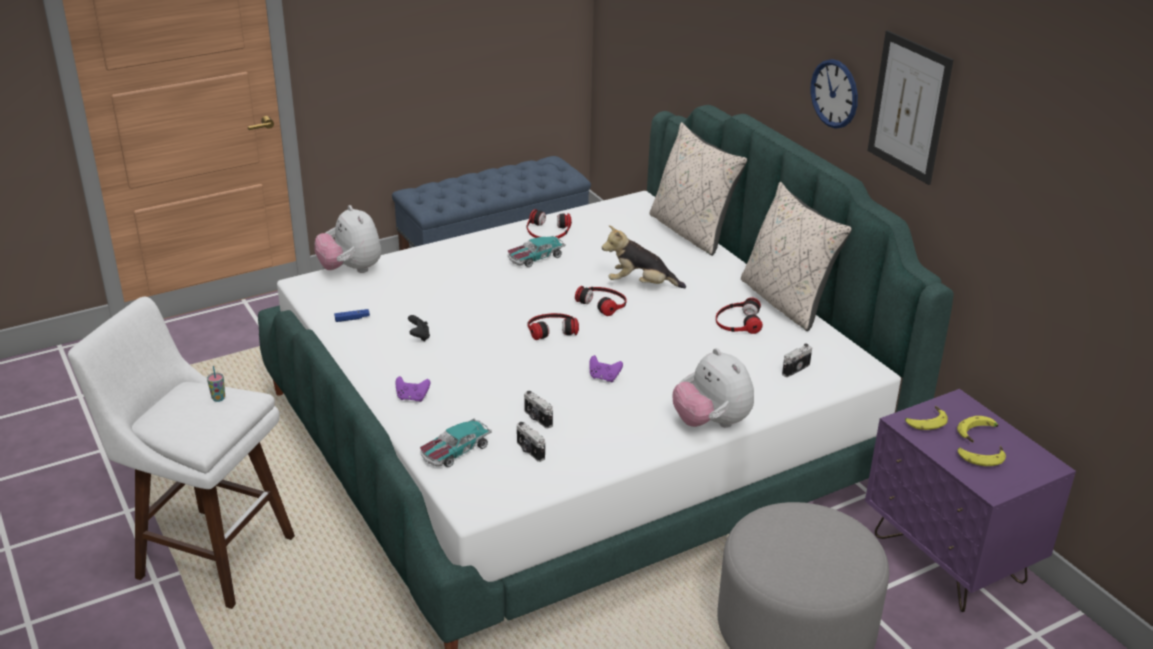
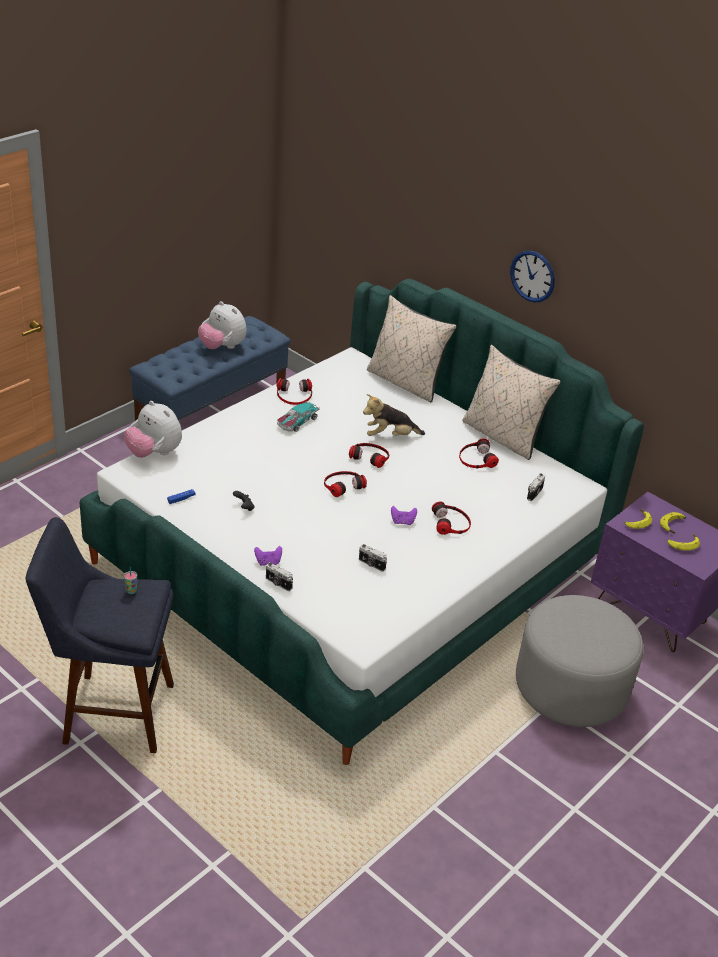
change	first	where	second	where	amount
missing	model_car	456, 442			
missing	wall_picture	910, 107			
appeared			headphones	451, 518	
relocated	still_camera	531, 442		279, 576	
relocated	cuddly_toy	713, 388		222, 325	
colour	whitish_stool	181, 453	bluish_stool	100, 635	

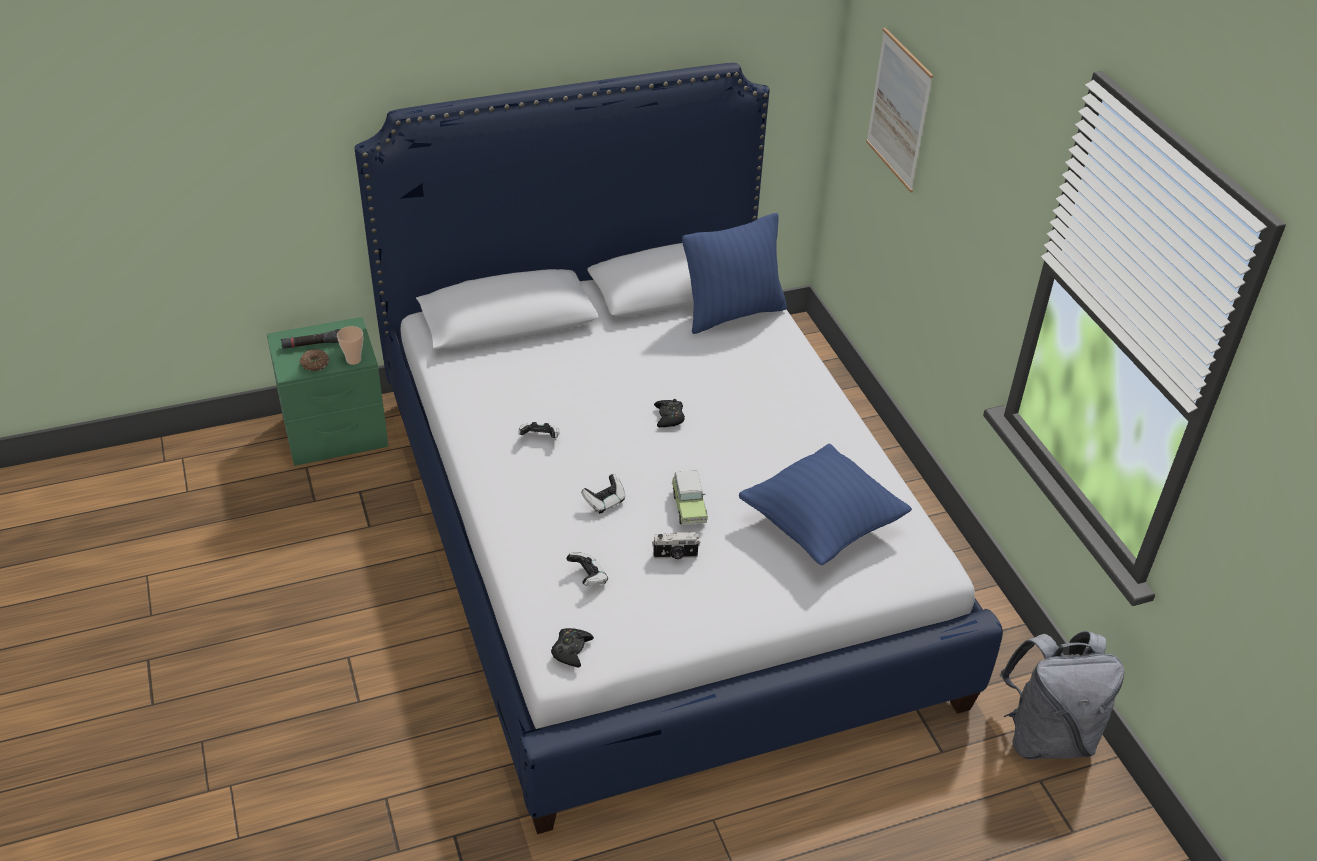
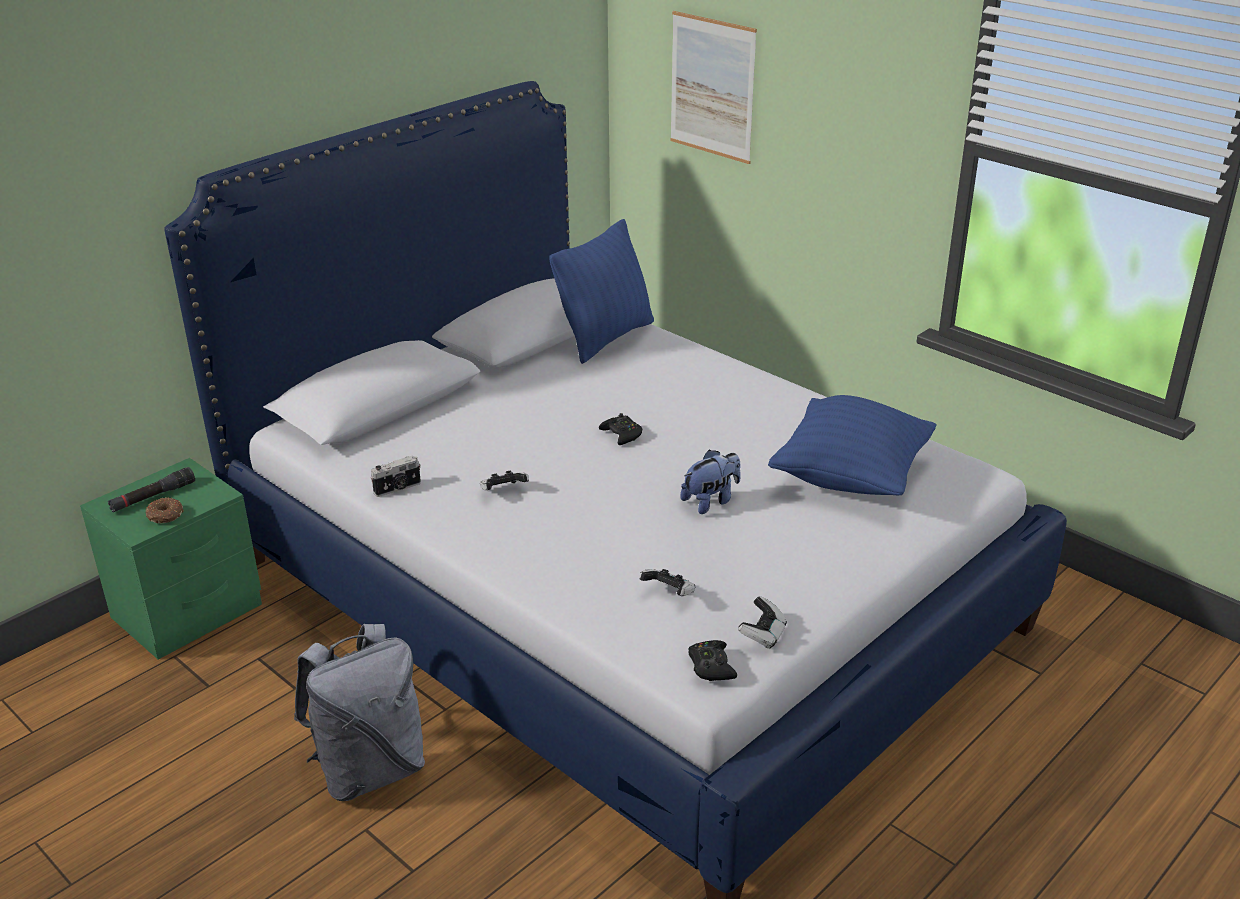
change	first	where	second	where	amount
missing	cup	350, 345			
relocated	gamepad	603, 494		762, 622	
relocated	still_camera	676, 545		395, 476	
relocated	greyish_backpack	1062, 695		359, 712	
exchanged	model_car	690, 498	cuddly_toy	710, 482	

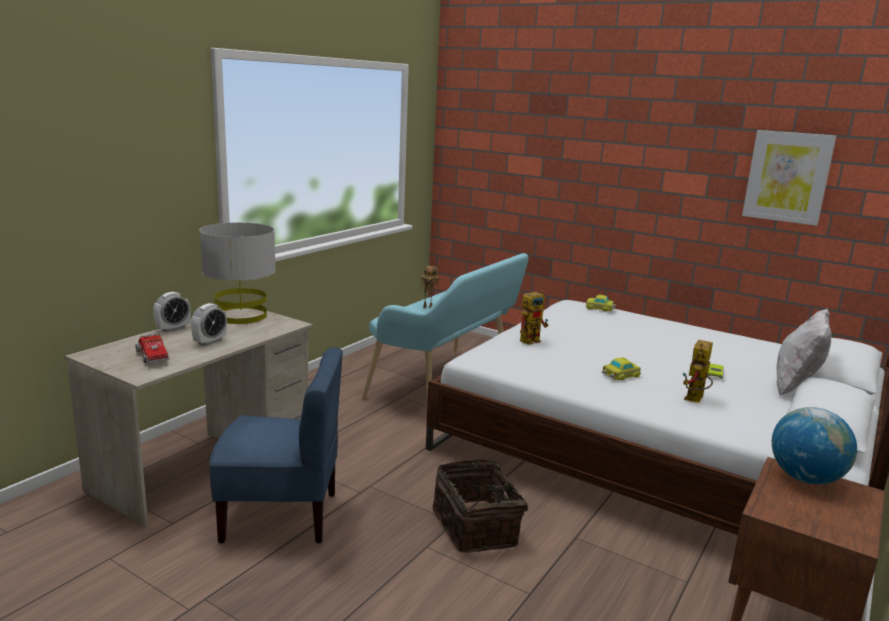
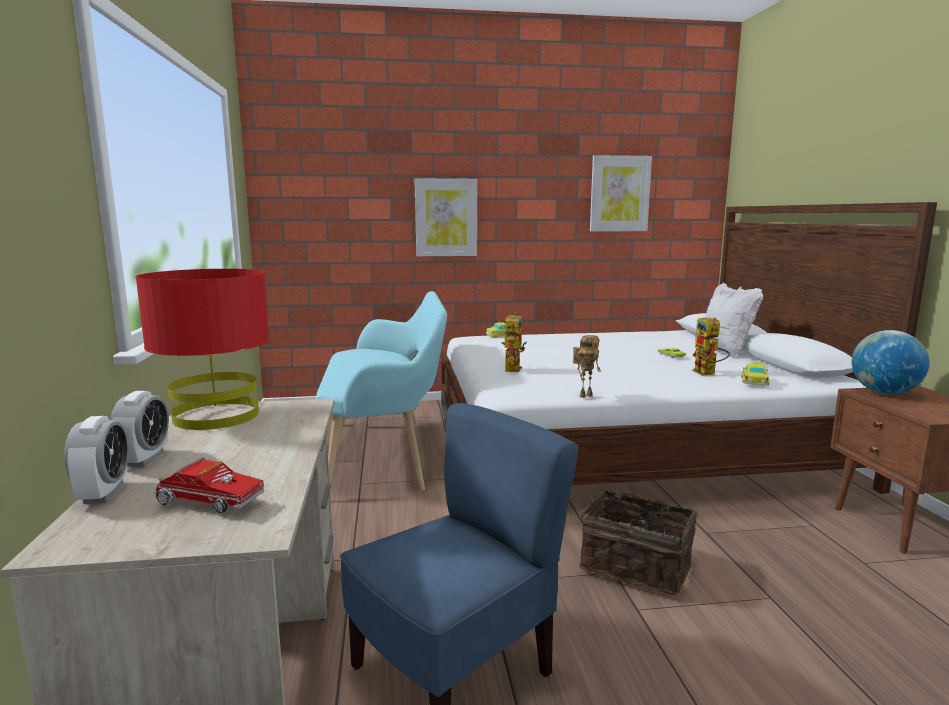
change	first	where	second	where	amount
appeared			wall_picture	446, 217	
relocated	bedside_clock	209, 324		96, 460	
relocated	toy_robot	429, 287		587, 366	
relocated	model_car	621, 369		755, 374	
colour	greyish_lamp_for_a_table	238, 273	reddish_lamp_for_a_table	202, 349	

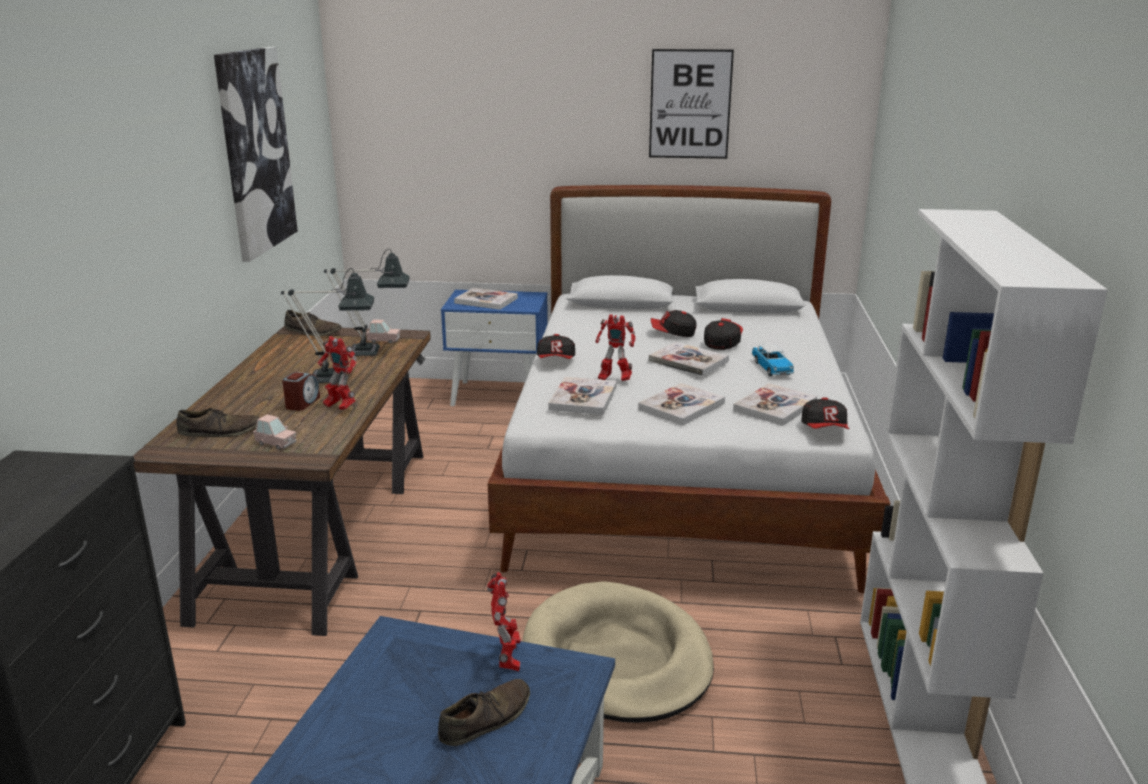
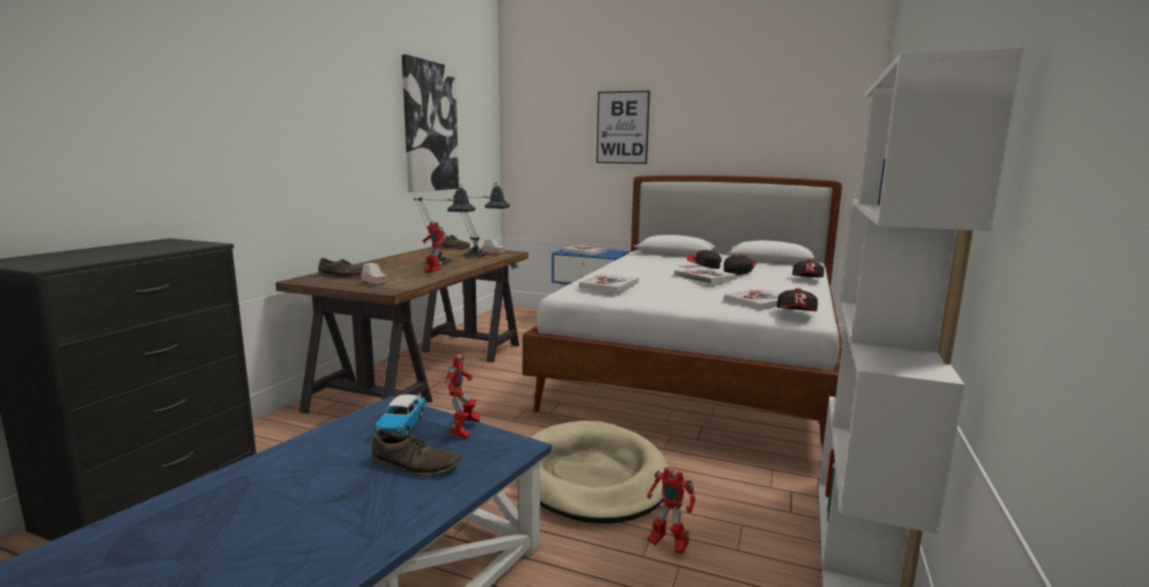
change	first	where	second	where	amount
missing	bedside_clock	301, 391			
missing	volume	681, 404			
relocated	peaked_cap	556, 346		808, 268	
relocated	toy_robot	615, 347		671, 510	
relocated	wall_picture	691, 104		623, 127	
relocated	model_car	773, 360		400, 415	
spun	brown_item_of_footwear	484, 712		416, 453	45 degrees clockwise

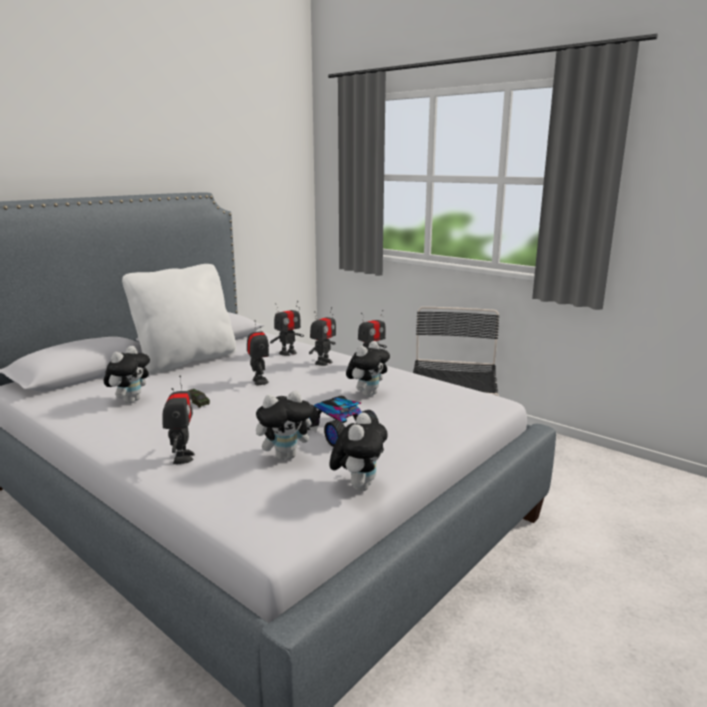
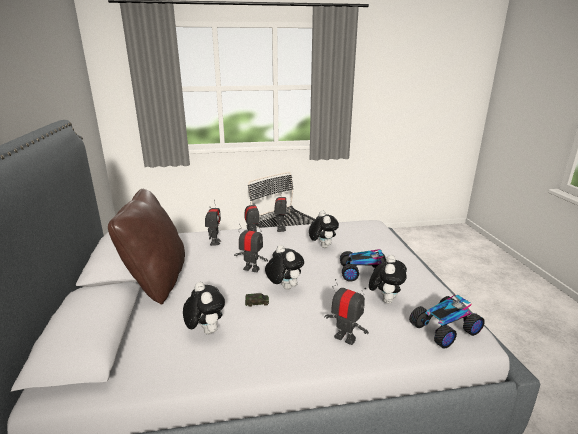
change	first	where	second	where	amount
appeared			model_car	447, 321	
relocated	cuddly_toy	358, 452		284, 267	
colour	whitish_cushion	179, 319	brown_cushion	146, 247	

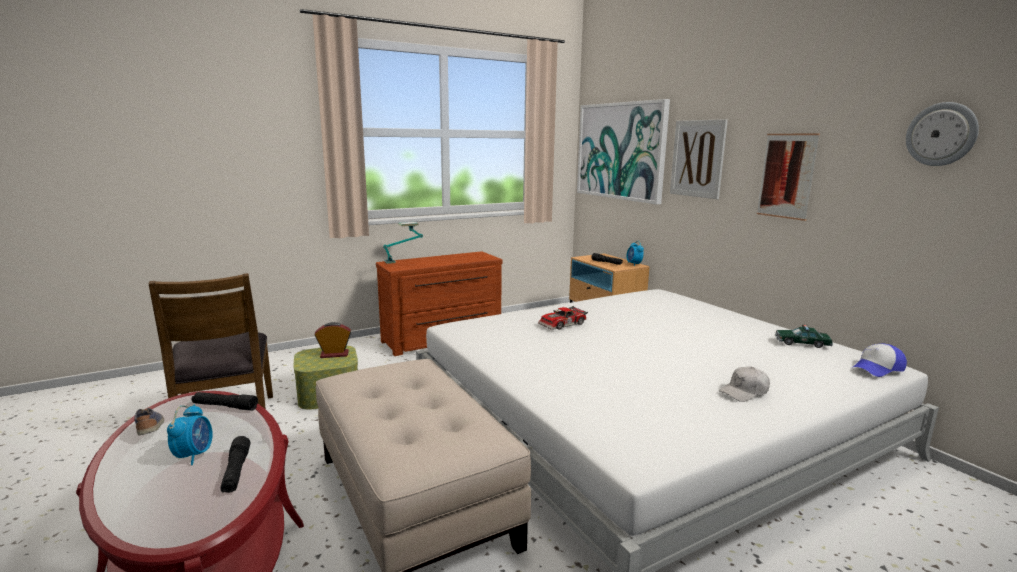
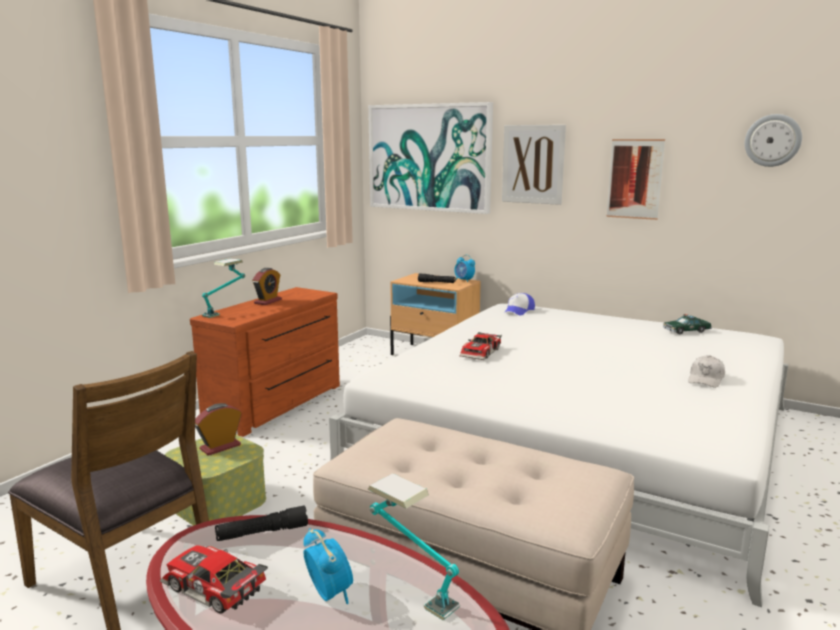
change	first	where	second	where	amount
appeared			bedside_clock	267, 286	
relocated	peaked_cap	879, 360		519, 304	
exchanged	item_of_footwear	149, 422	model_car	214, 579	
exchanged	black_torch	235, 464	lamp_for_a_table	414, 546	

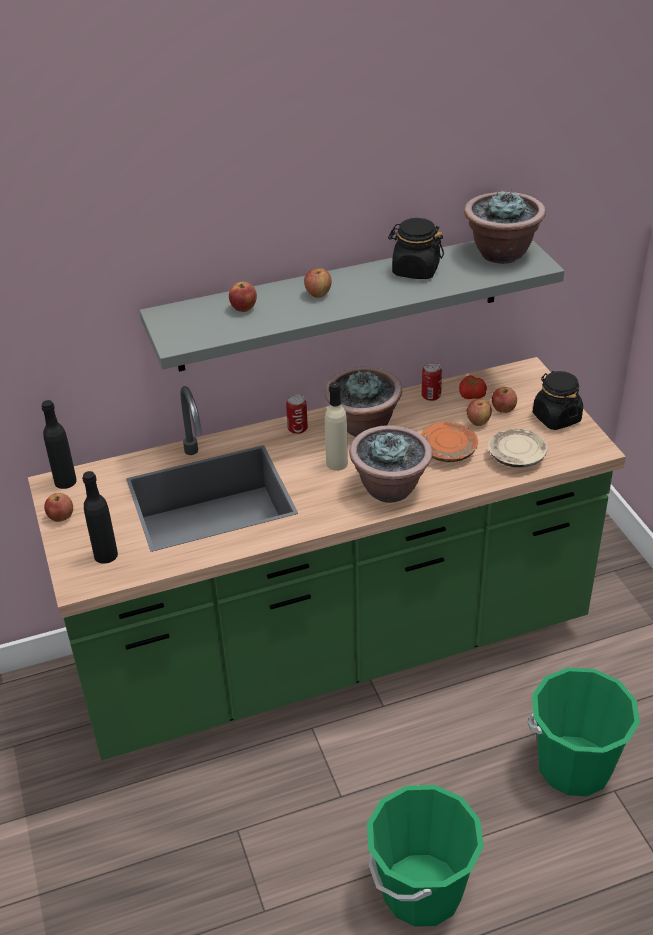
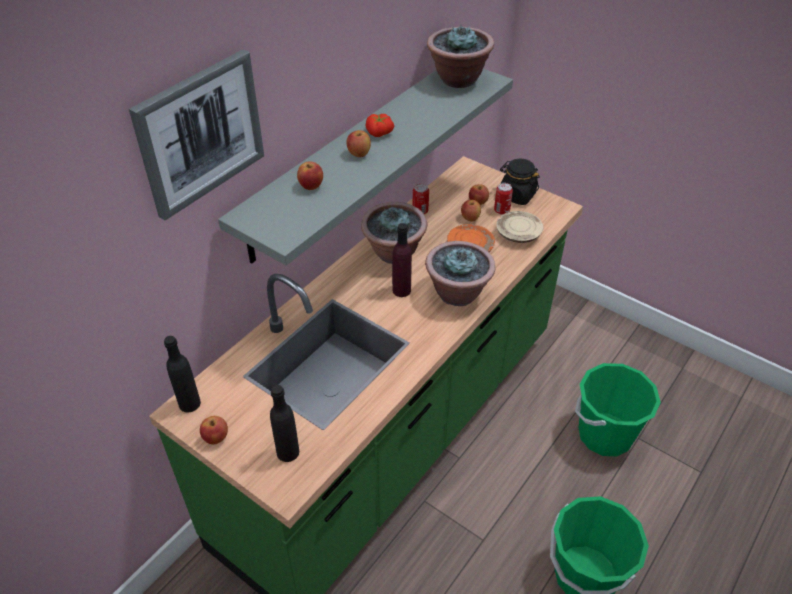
change	first	where	second	where	amount
missing	black_preserve_jar	416, 248			
appeared			wall_picture	196, 134	
relocated	metal_can	297, 414		503, 199	
relocated	fresh_tomato	473, 387		380, 125	
colour	beige-coloured_bottle	336, 426	purple_bottle	402, 260	

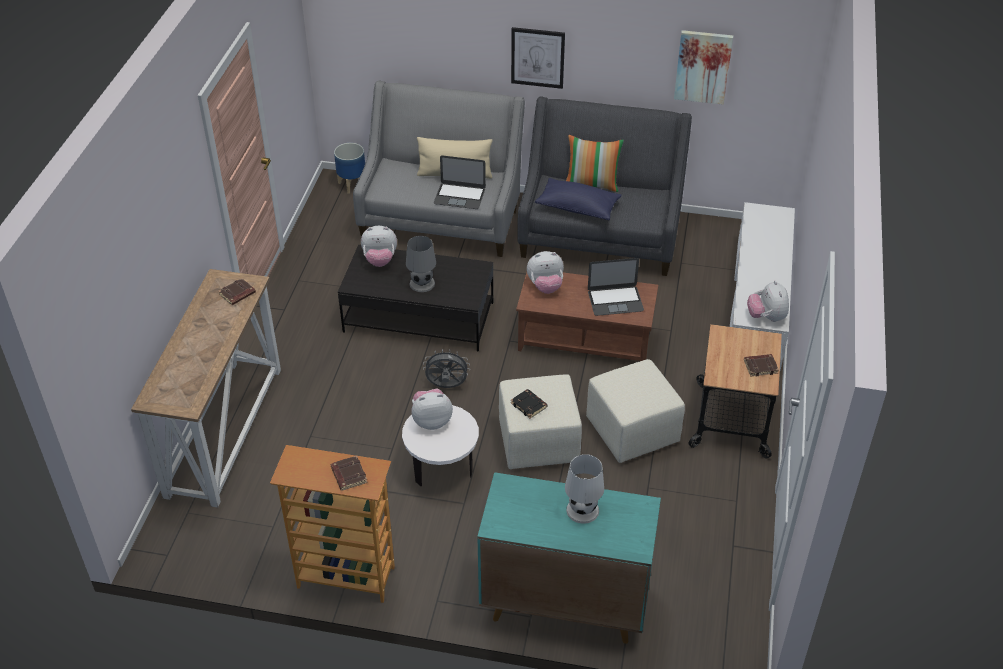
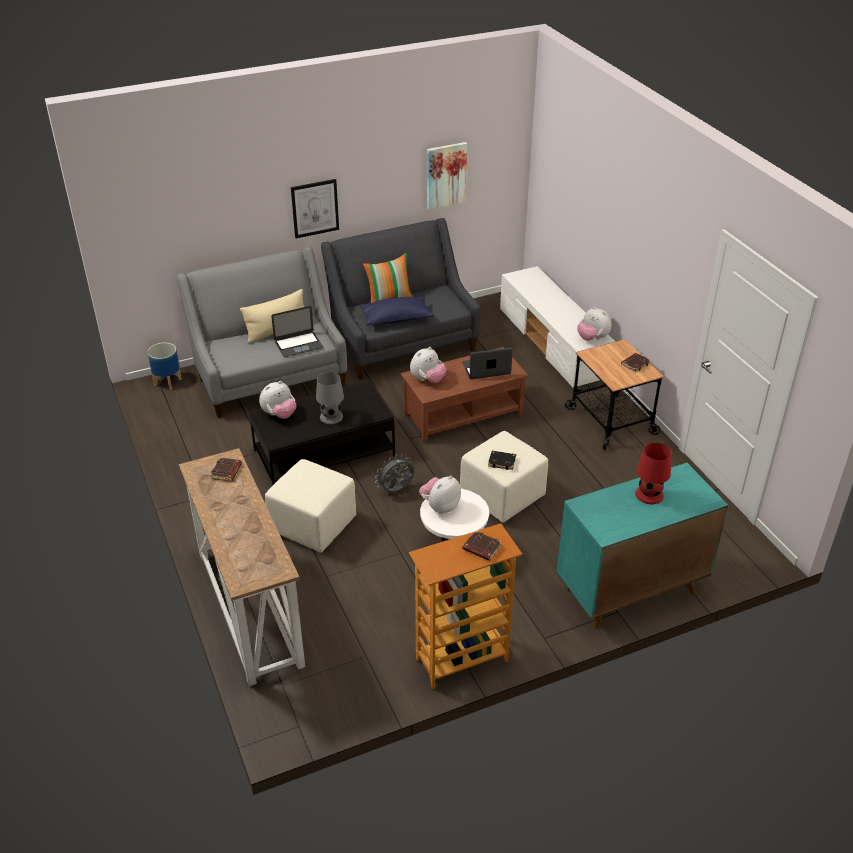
change	first	where	second	where	amount
relocated	beige-coloured_ottoman	635, 411		310, 506	
colour	whitish_lamp_for_a_table	584, 489	reddish_lamp_for_a_table	653, 473	
spun	portable_computer	616, 287		487, 363	150 degrees counterclockwise

